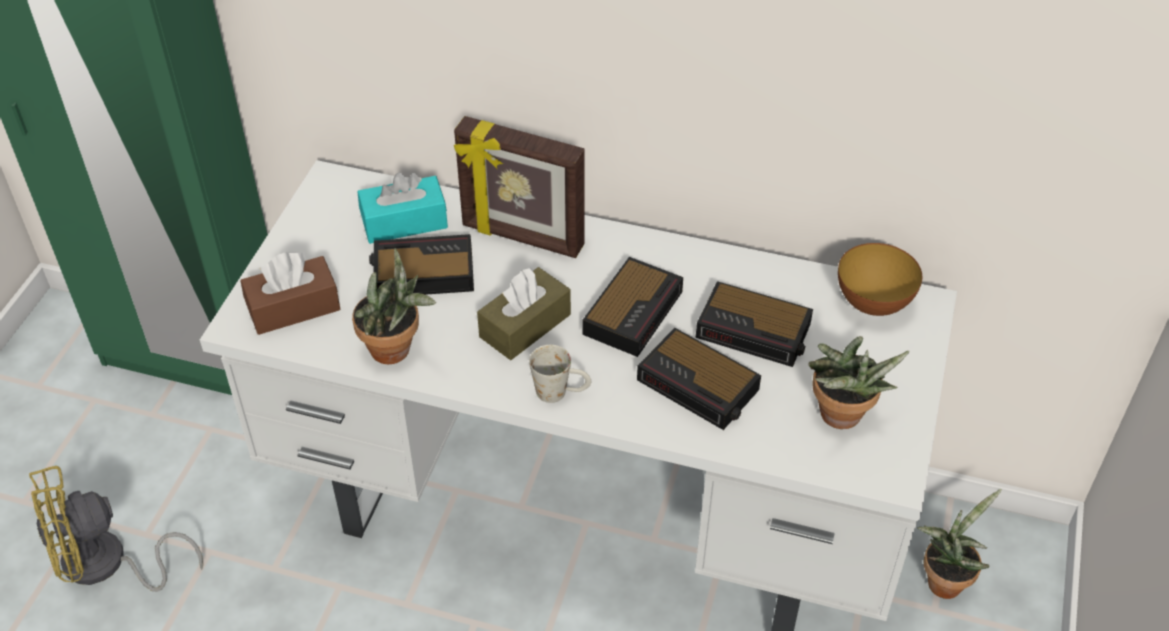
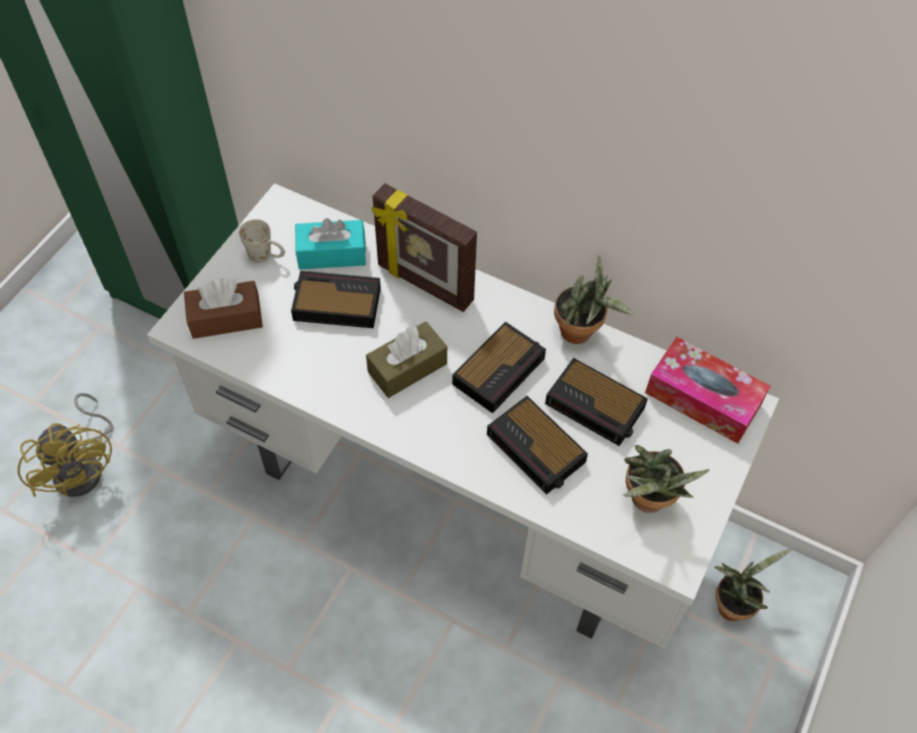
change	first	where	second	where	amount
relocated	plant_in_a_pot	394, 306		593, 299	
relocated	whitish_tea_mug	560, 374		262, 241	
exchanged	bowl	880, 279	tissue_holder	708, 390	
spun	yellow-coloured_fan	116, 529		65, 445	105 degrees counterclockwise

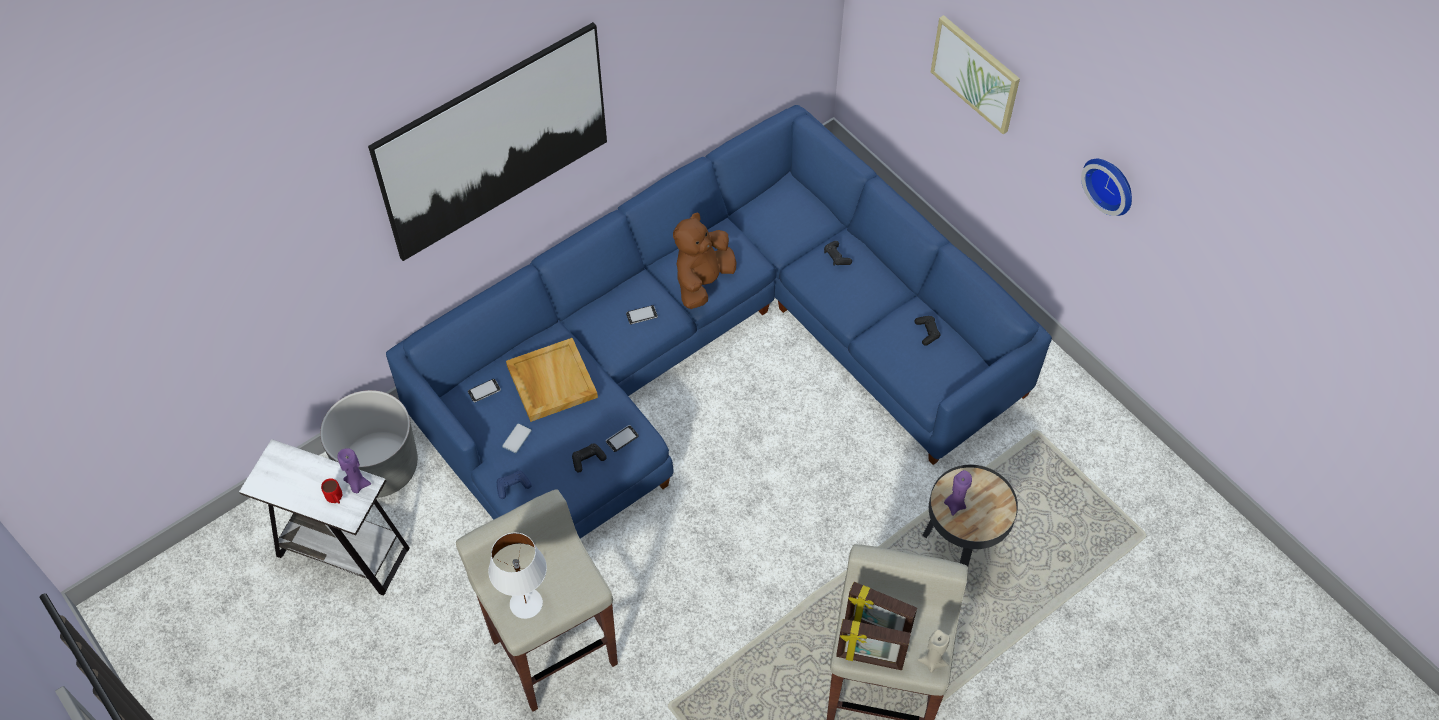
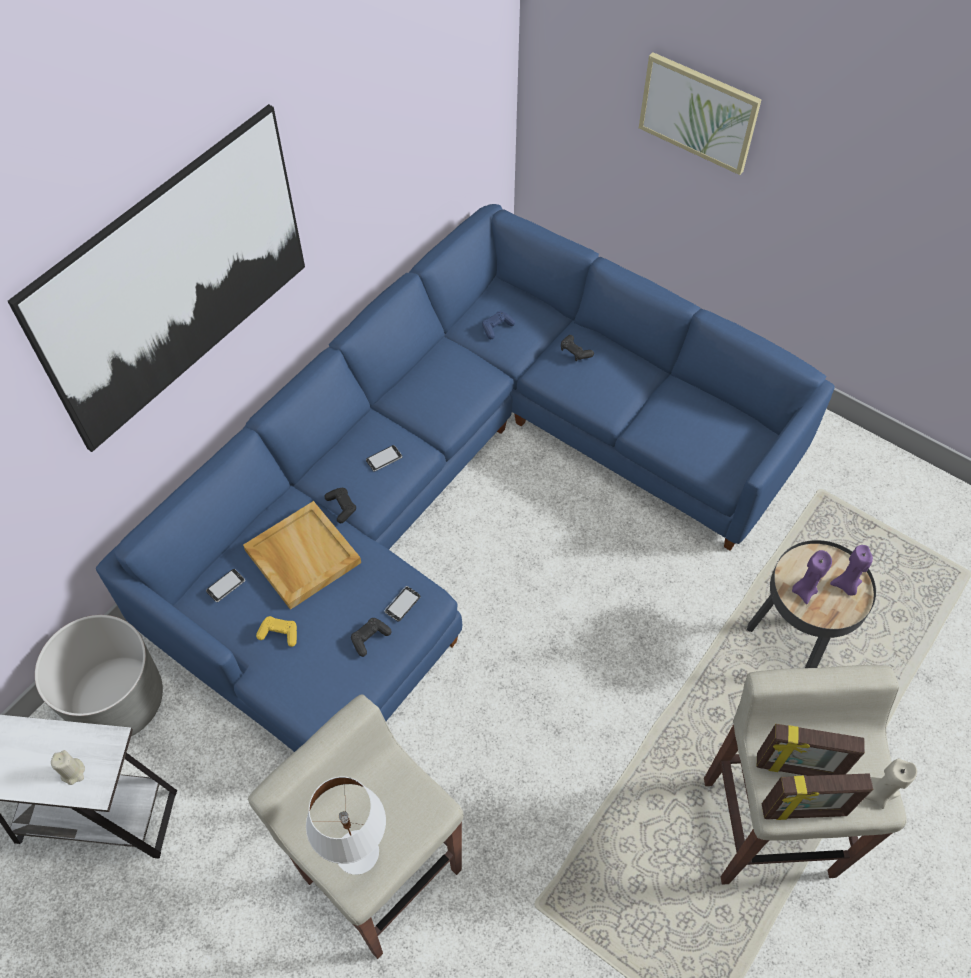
change	first	where	second	where	amount
missing	brown_cuddly_toy	705, 261			
missing	clock_on_the_wall	1106, 187			
relocated	purple_wax_light	354, 470		851, 570	
relocated	bluish_gamepad	514, 484		498, 325	
relocated	black_gamepad	927, 331		340, 505	
exchanged	reddish_tea_mug	331, 491	beige-coloured_wax_light	68, 767	
exchanged	handset	517, 438	yellow-coloured_gamepad	276, 631	

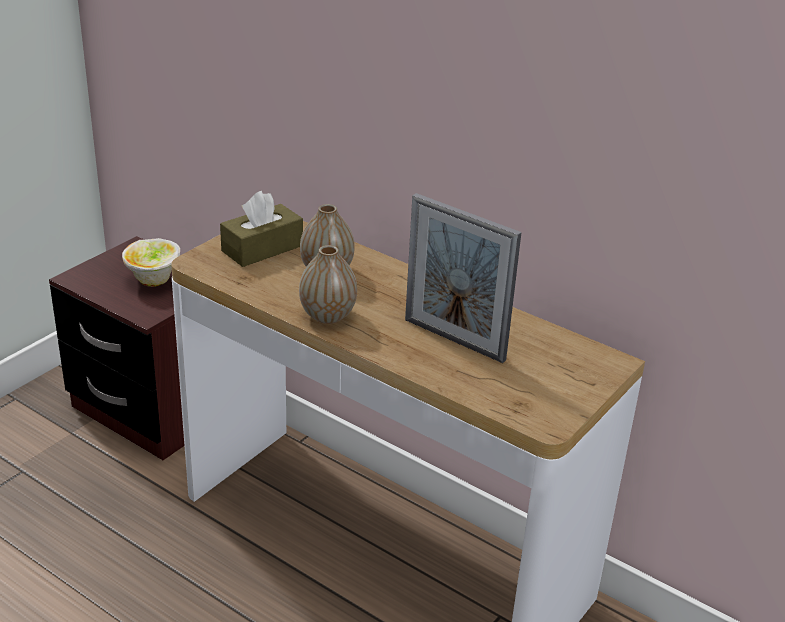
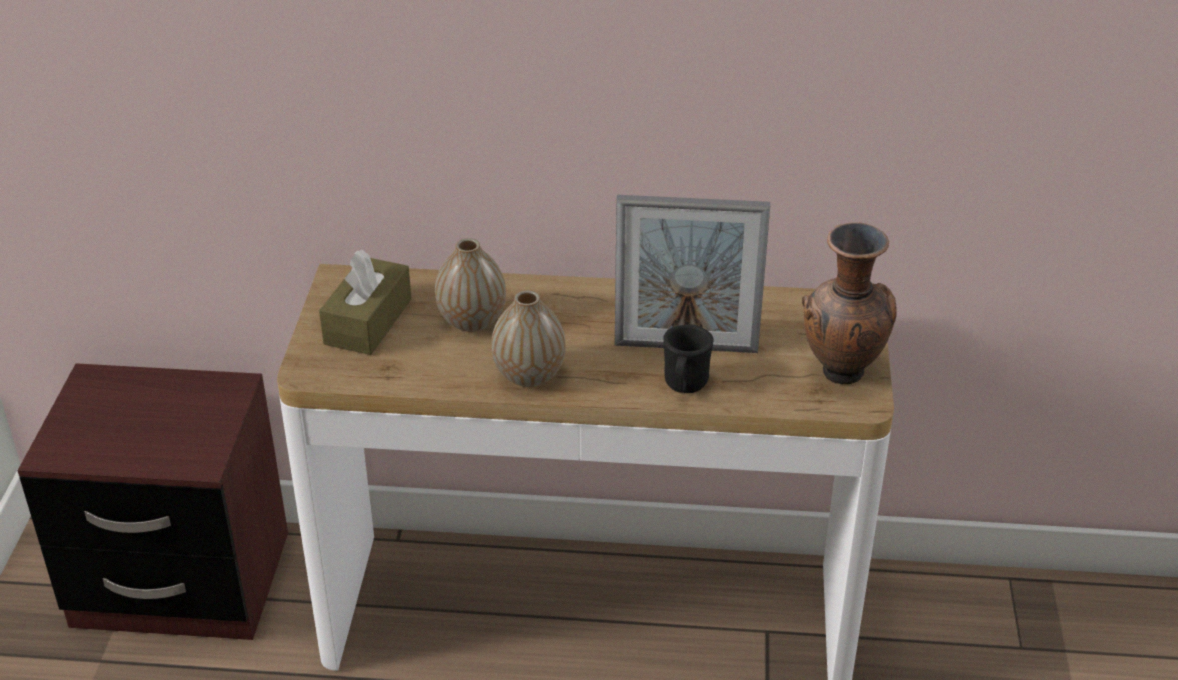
change	first	where	second	where	amount
missing	bowl	151, 262			
appeared			black_tea_mug	688, 359	
appeared			brown_vase	849, 303	

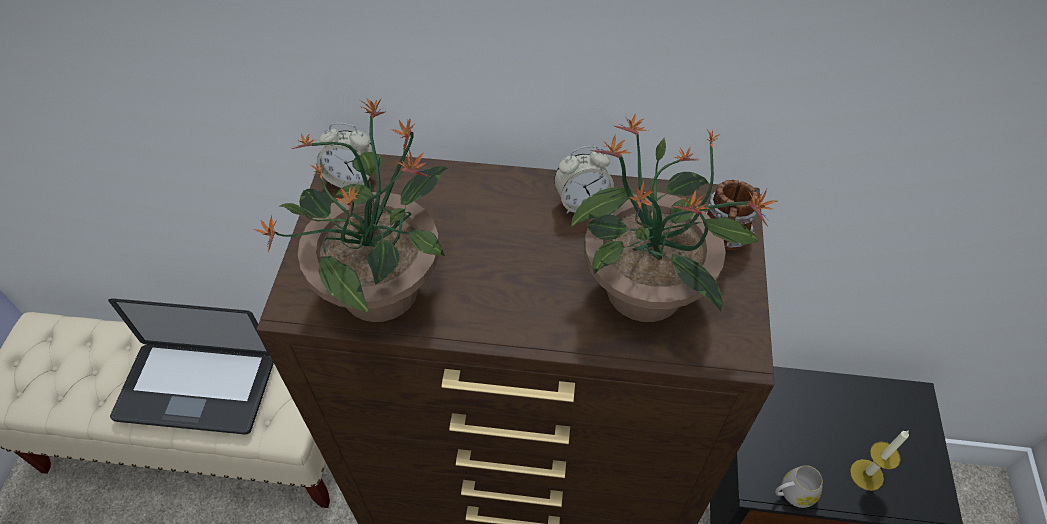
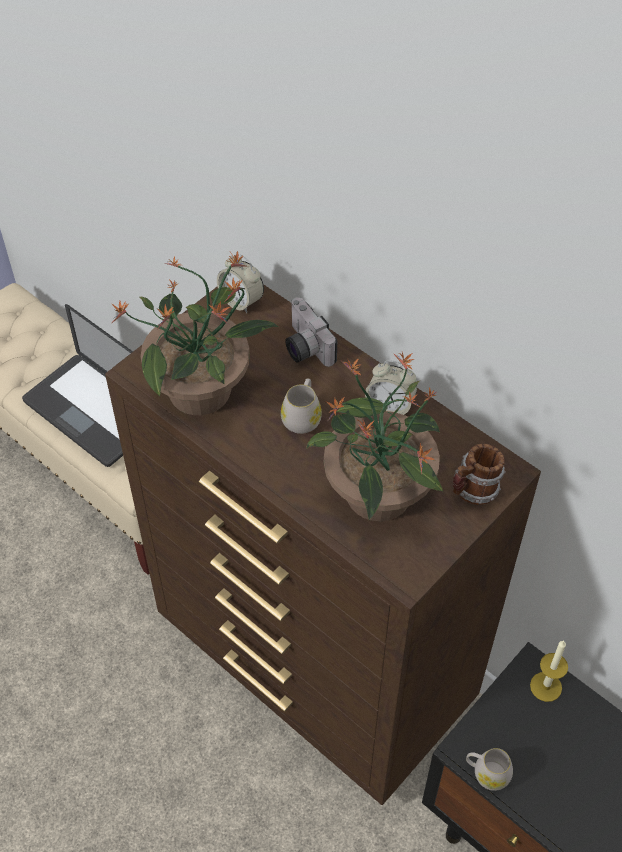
change	first	where	second	where	amount
appeared			whitish_tea_mug	301, 406	
appeared			still_camera	311, 332	
relocated	wax_light	879, 460		549, 671	

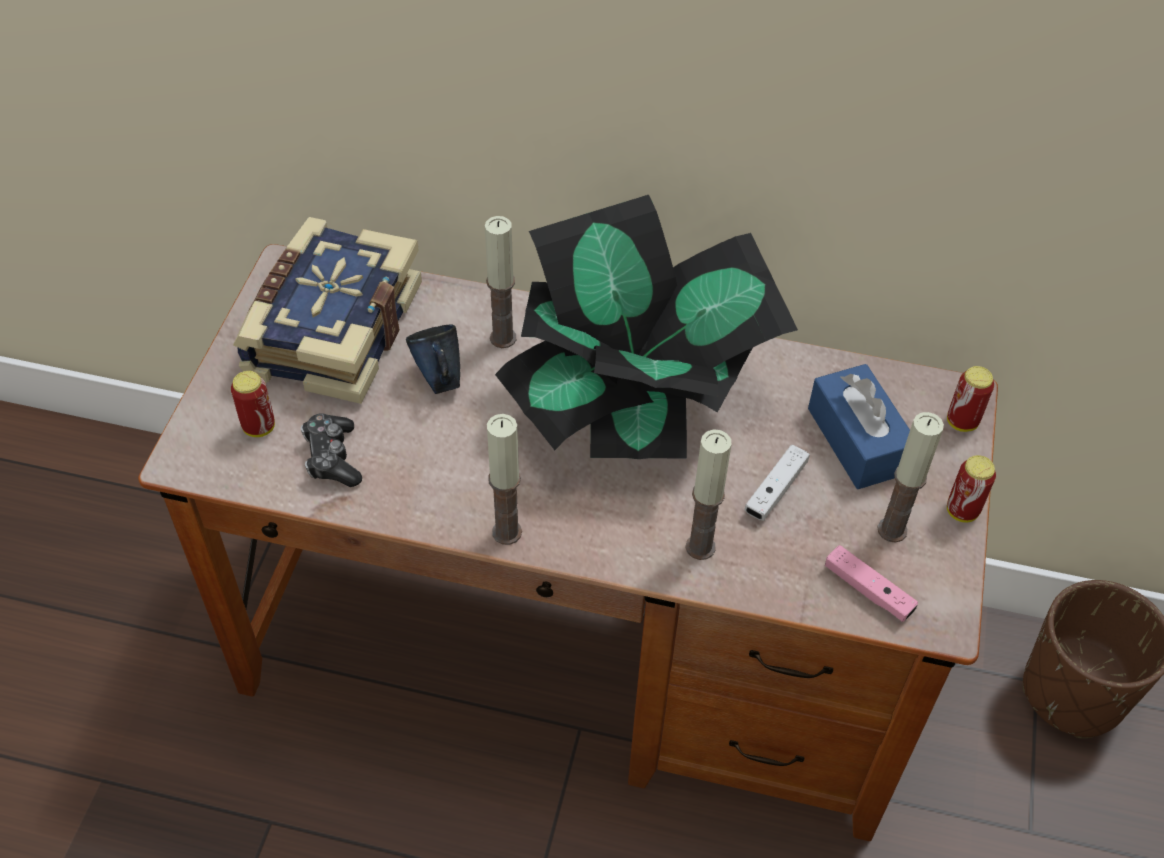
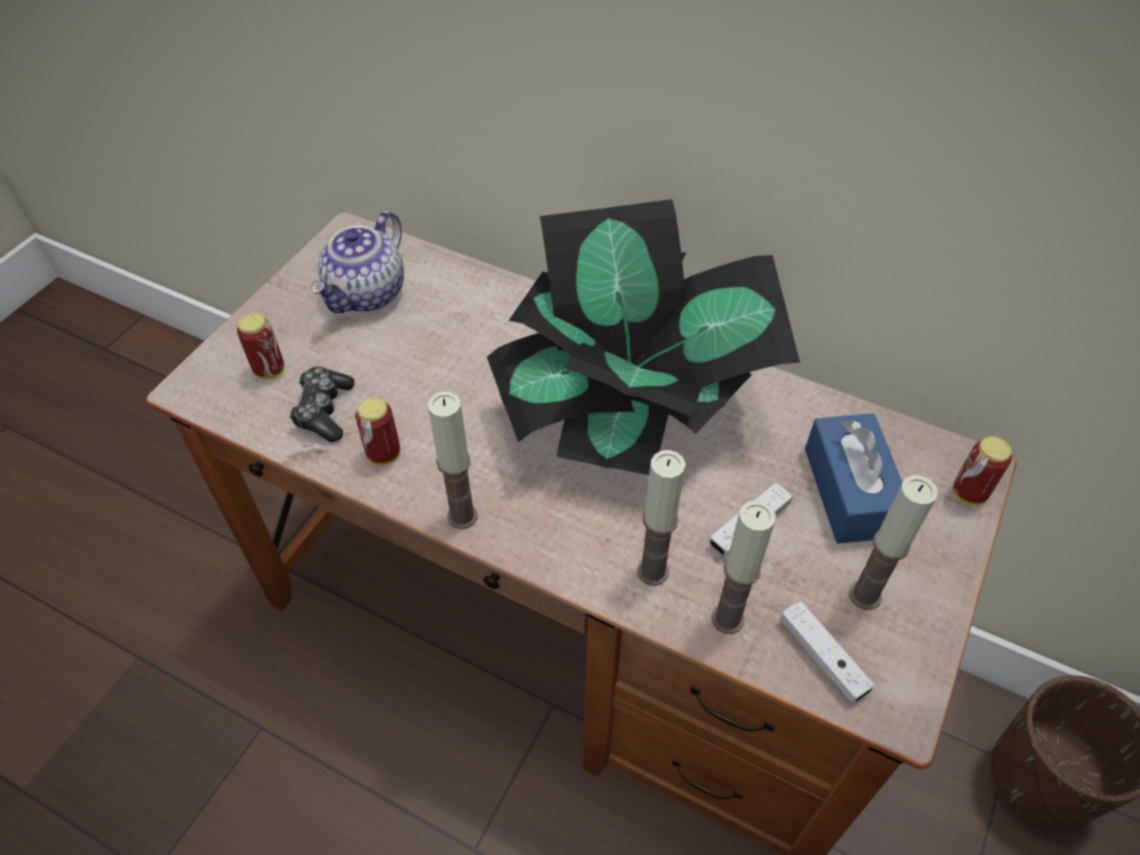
change	first	where	second	where	amount
missing	bluish_tea_mug	433, 359			
relocated	wax_light	500, 282		743, 567	
relocated	metal_can	971, 489		377, 431	
exchanged	volume	327, 310	pot_for_tea	357, 262	
colour	pinkish_gamepad	871, 583	whitish_gamepad	827, 652	

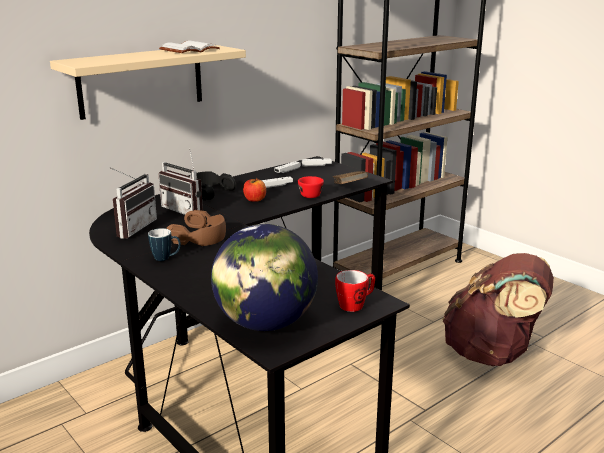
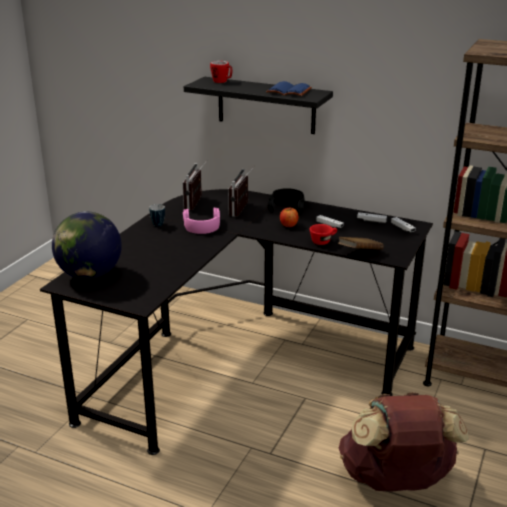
change	first	where	second	where	amount
relocated	tea_mug	355, 291		221, 72	
colour	beige-coloured_shelf	148, 82	black_shelf	258, 105	
colour	whitish_volume	189, 47	bluish_volume	289, 88	
colour	brown_headphones	196, 228	pinkish_headphones	201, 220	
spun	radio	133, 203		194, 186	105 degrees clockwise

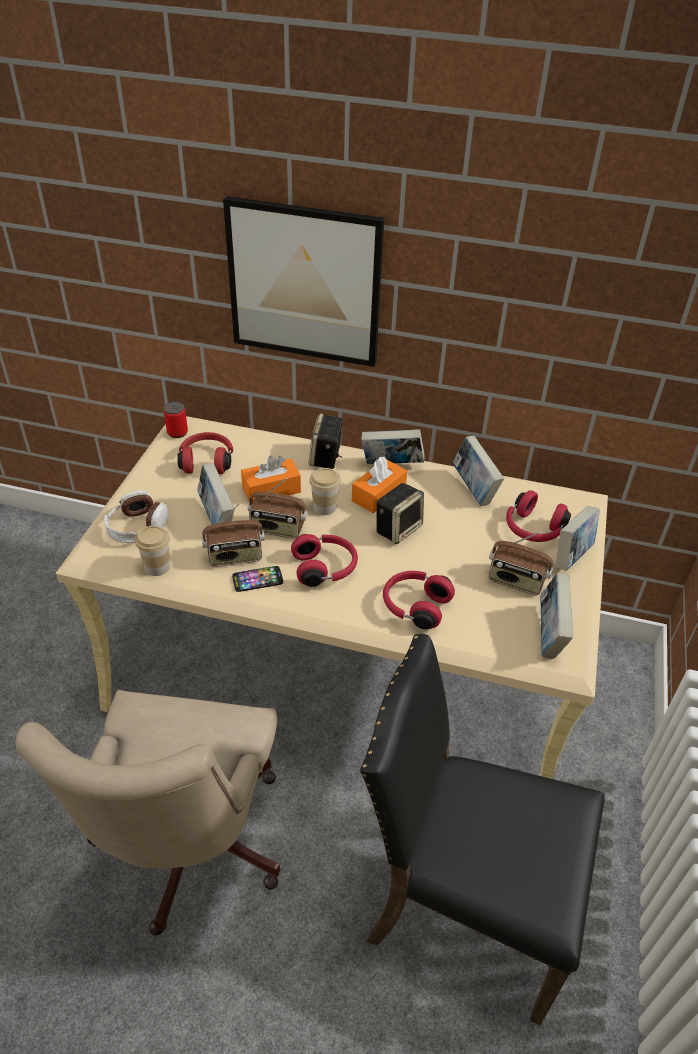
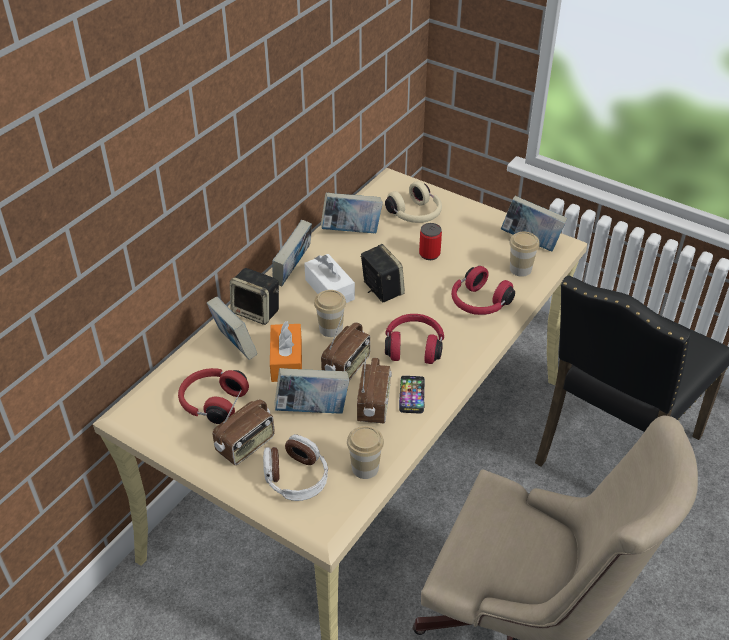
change	first	where	second	where	amount
missing	wall_picture	303, 281			
appeared			cup	524, 254	
relocated	metal_can	176, 419		430, 241	
relocated	radio	521, 563		243, 427	
relocated	volume	578, 538		232, 328	
colour	orangey_tissue_holder	379, 485	whitish_tissue_holder	329, 278	
colour	reddish_headphones	538, 516	beige-coloured_headphones	413, 202	

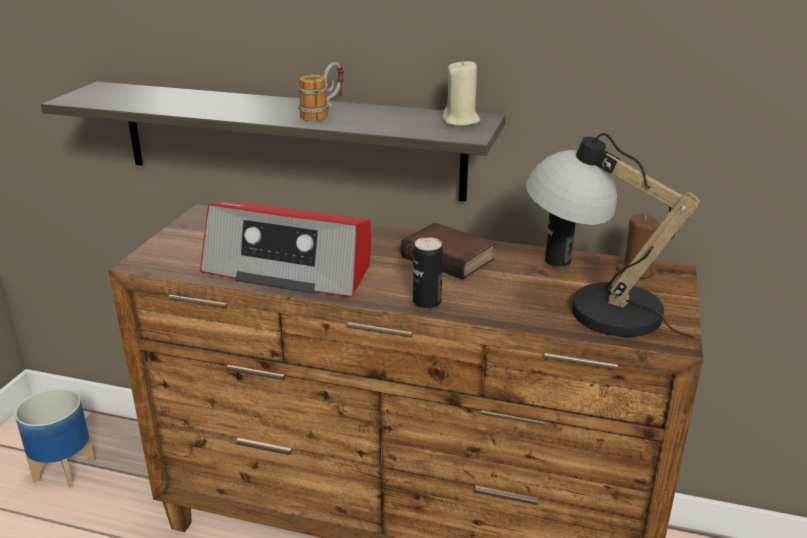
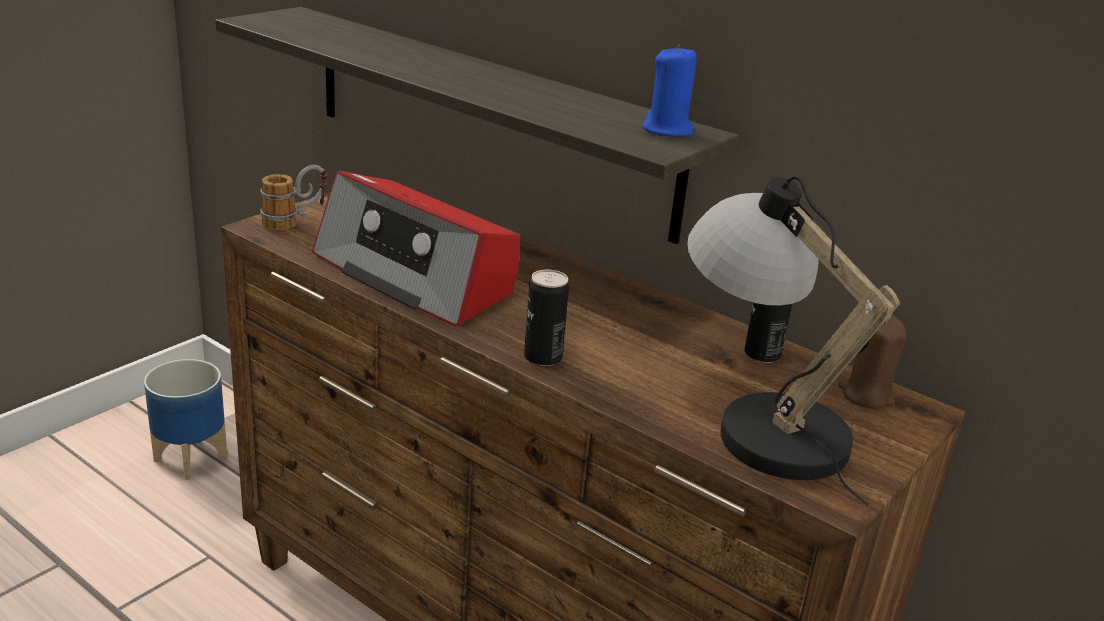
change	first	where	second	where	amount
missing	volume	448, 251			
relocated	tea_mug	320, 91		294, 197	
colour	beige-coloured_wax_light	461, 92	bluish_wax_light	670, 90	

